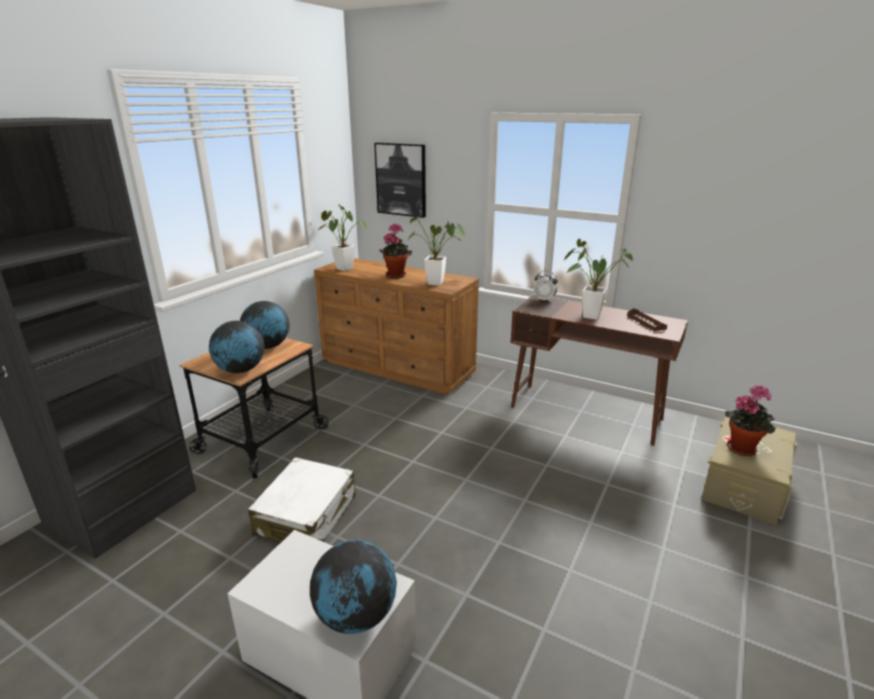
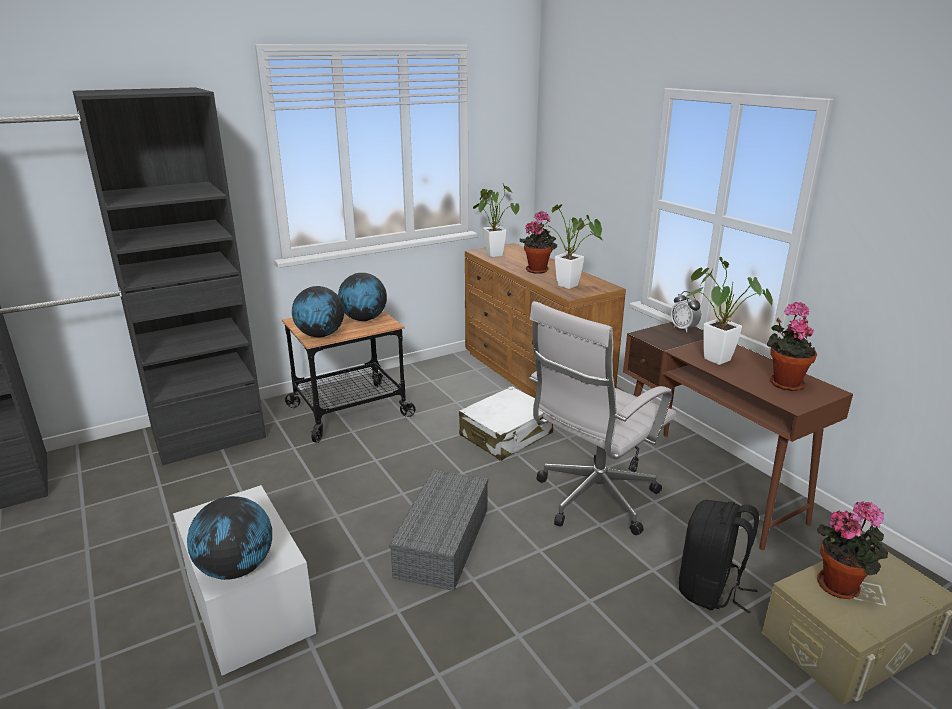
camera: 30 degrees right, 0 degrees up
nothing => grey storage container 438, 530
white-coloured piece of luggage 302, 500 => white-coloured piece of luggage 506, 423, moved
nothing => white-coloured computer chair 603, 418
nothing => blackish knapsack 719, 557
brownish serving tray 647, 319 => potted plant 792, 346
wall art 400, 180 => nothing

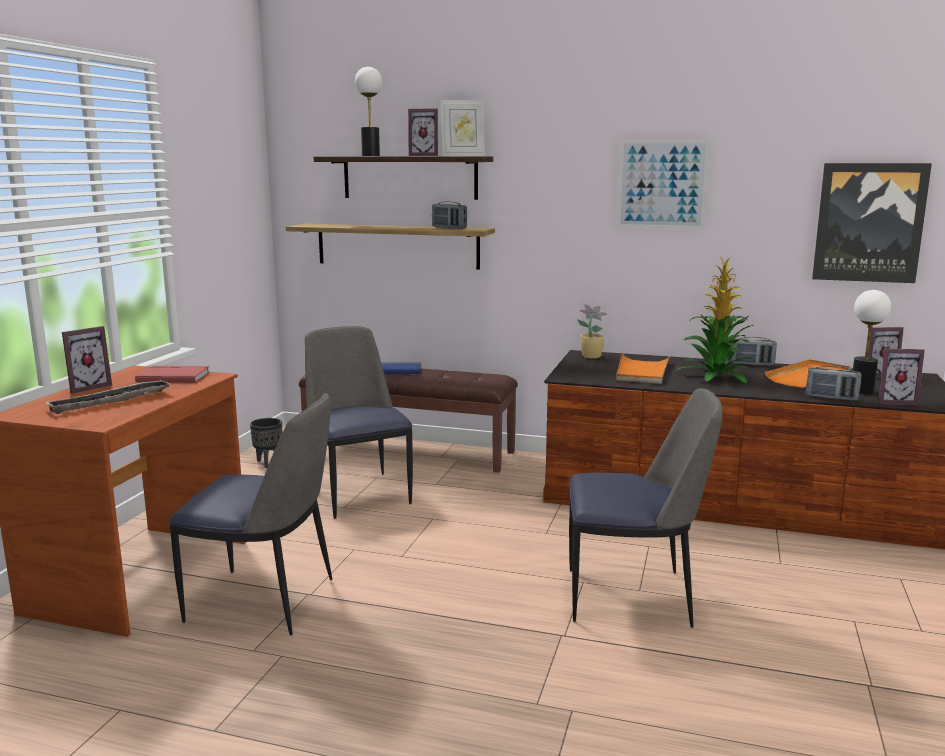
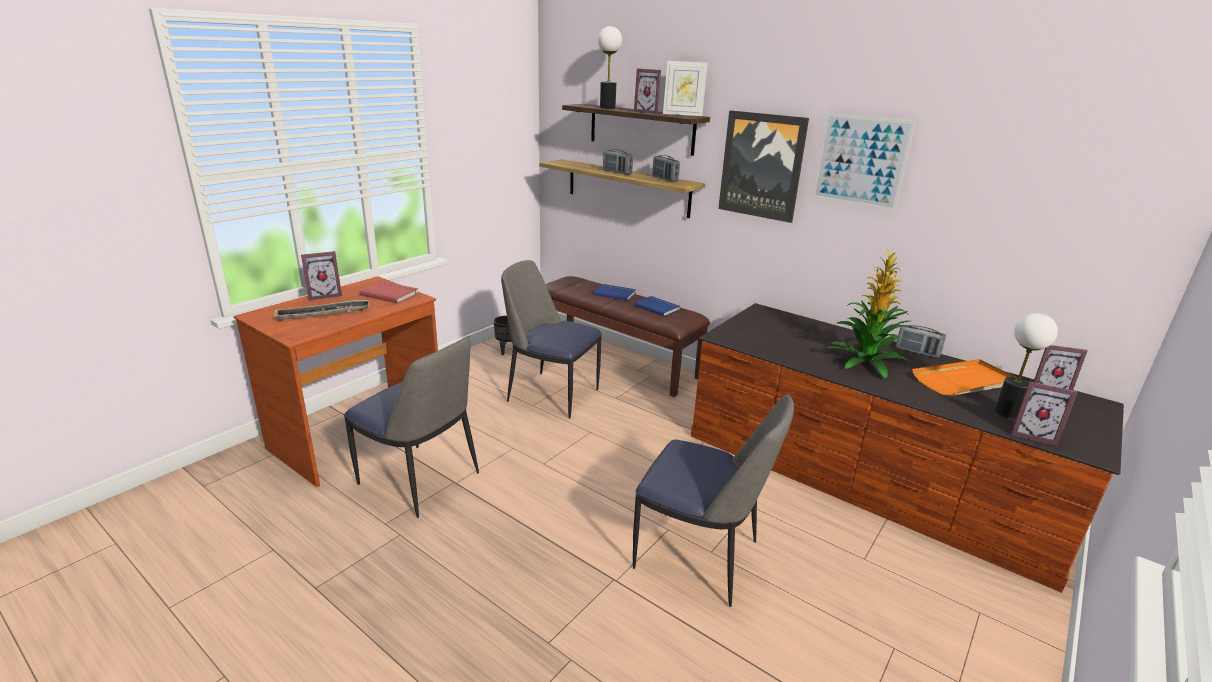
camera: 20 degrees right, 10 degrees up
plain chair 359, 422 => plain chair 551, 339, 60 degrees counterclockwise
radio 834, 383 => radio 618, 162, moved
nothing => bluish book 657, 306
wall art 872, 223 => wall art 763, 166, moved
potted plant 592, 331 => nothing
orange-coloured serving tray 643, 368 => nothing

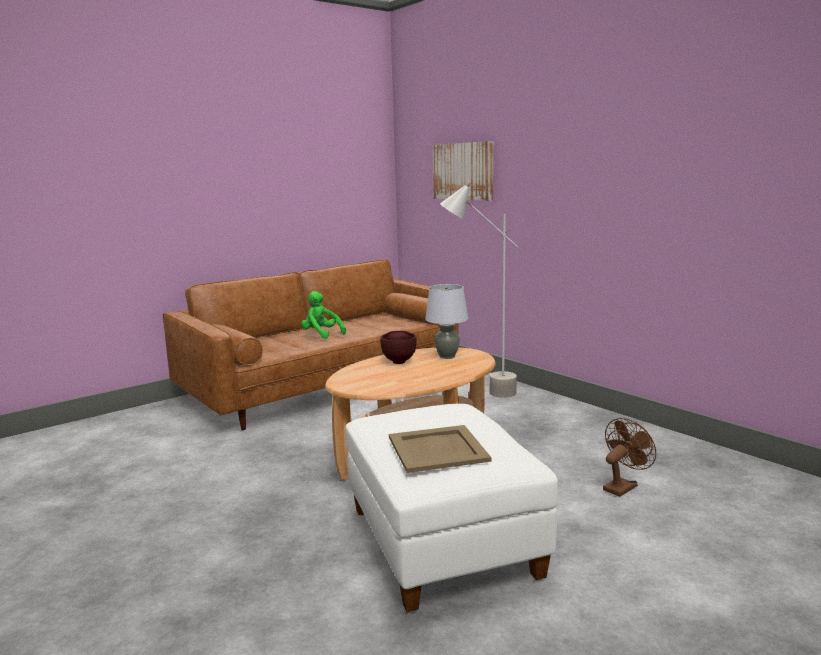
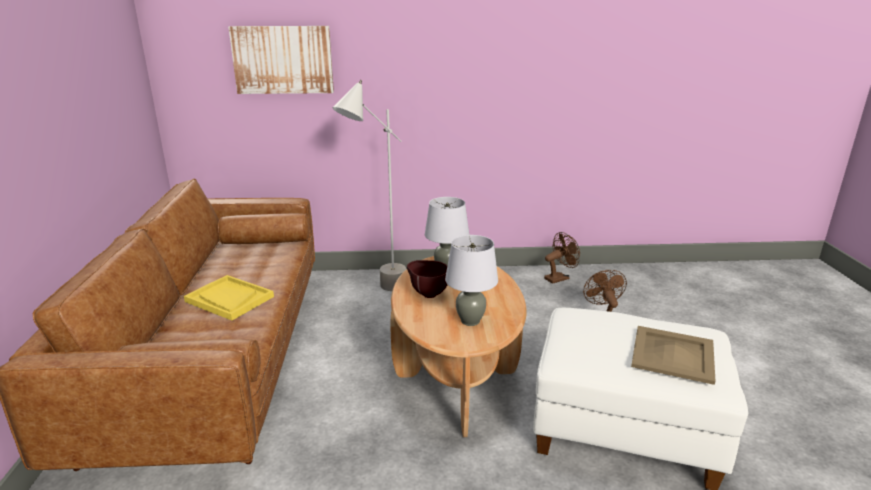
camera: 55 degrees left, 10 degrees up
green cuddly toy 323, 315 => yellow-coloured serving tray 229, 298
nothing => grey tabletop lamp 471, 280
nothing => brownish cooling fan 562, 258

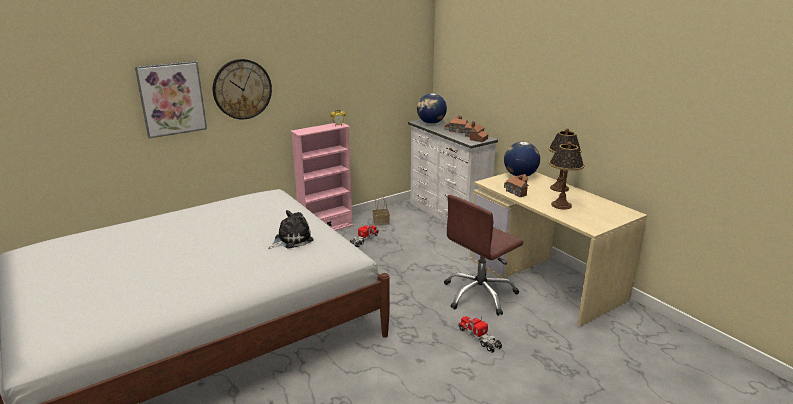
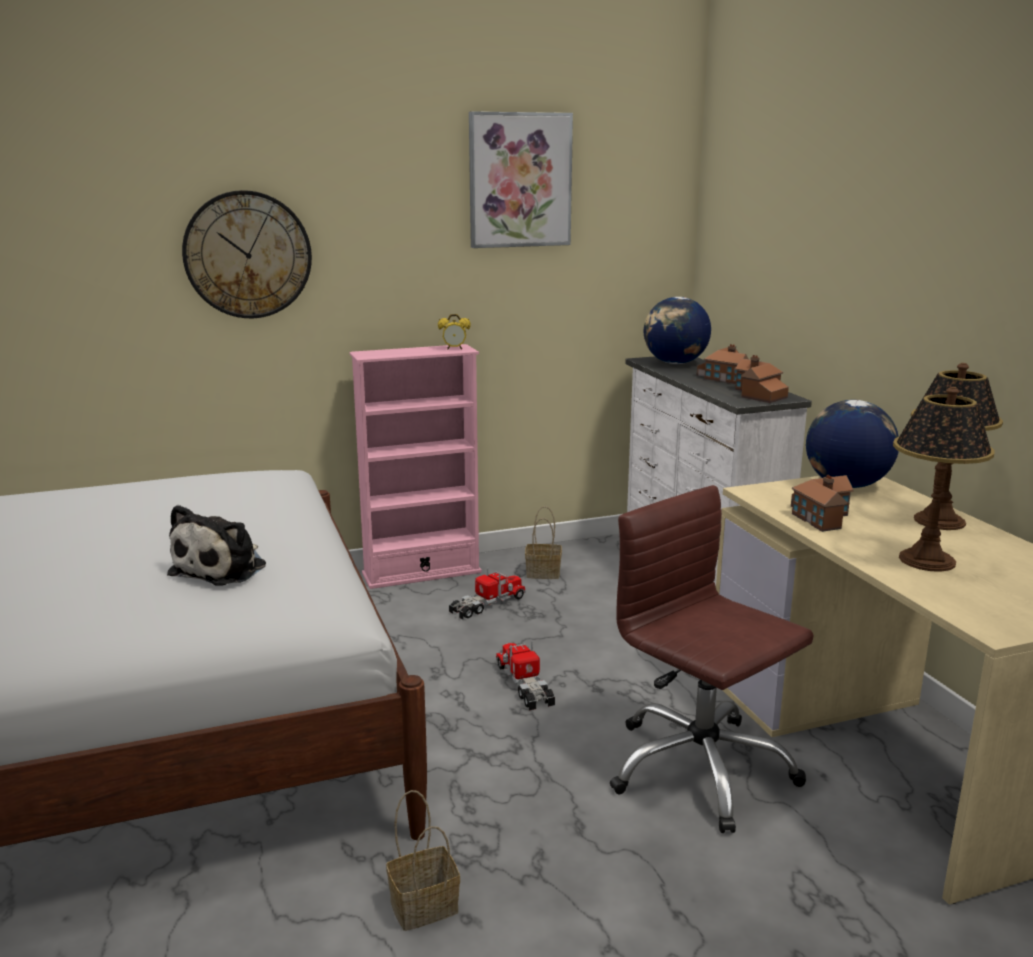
camera: 15 degrees right, 5 degrees down
cuddly toy 291, 229 => cuddly toy 216, 545, 135 degrees clockwise
nothing => storage basket 423, 860
wall art 171, 99 => wall art 521, 179, moved
toy truck 480, 334 => toy truck 525, 676, moved
brownish computer chair 483, 255 => brownish computer chair 712, 659, 75 degrees clockwise

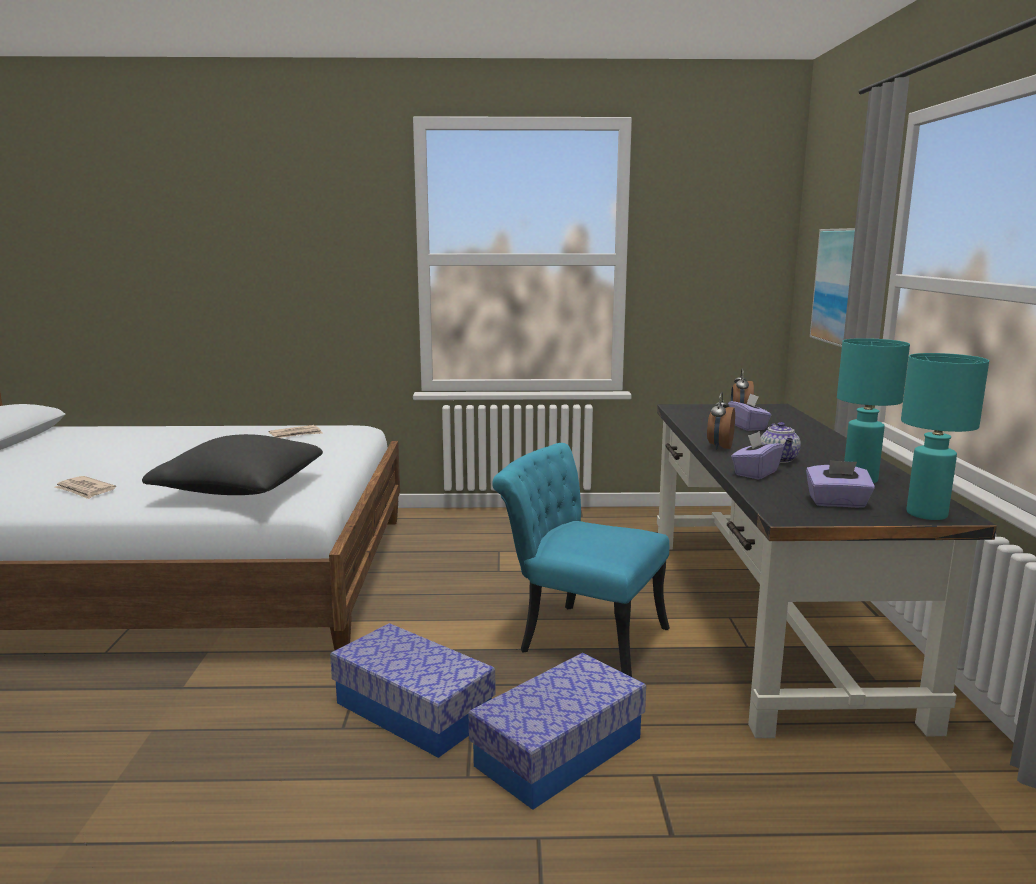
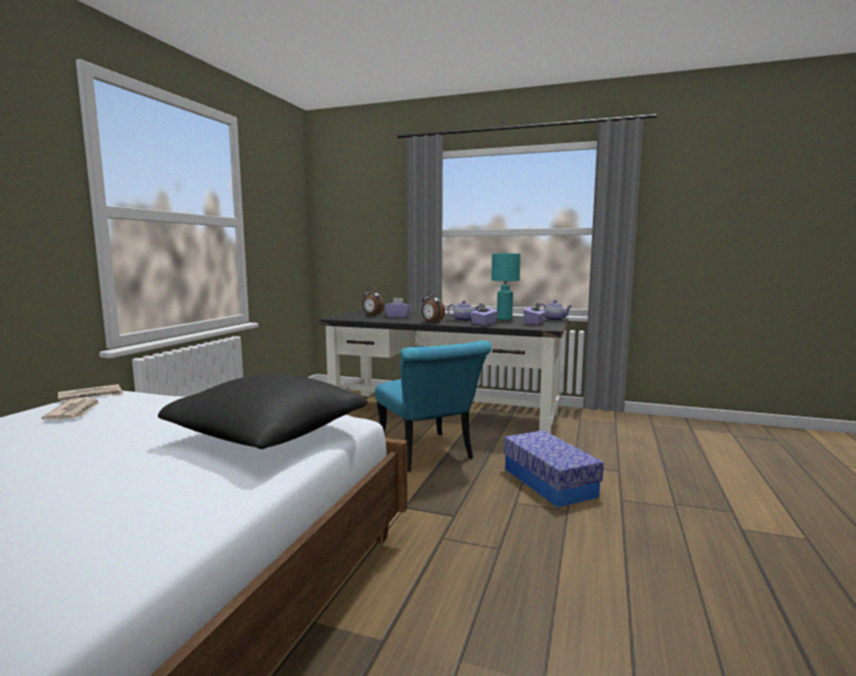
camera: 70 degrees left, 5 degrees down
daily paper 85, 487 => daily paper 91, 392, moved
turquoise-coloured plain chair 581, 560 => turquoise-coloured plain chair 433, 406, 75 degrees counterclockwise
turquoise-coloured tabletop lamp 945, 436 => pot for tea 554, 310
storage container 412, 690 => nothing
wall art 832, 287 => nothing

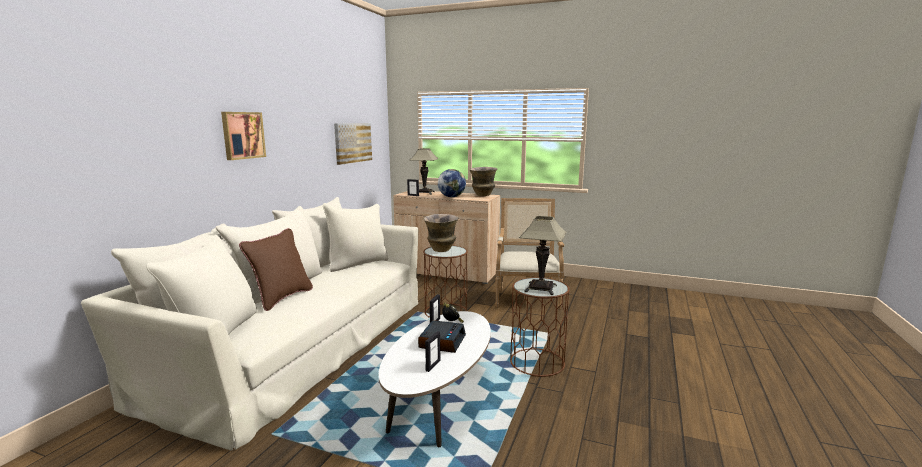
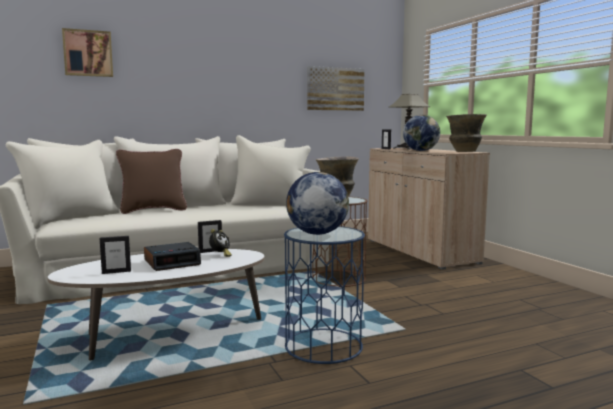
camera: 45 degrees right, 5 degrees down
wall art 243, 136 => wall art 87, 52, moved
brownish side table 540, 327 => bluish side table 324, 295
tabletop lamp 543, 255 => globe 317, 203
armchair 529, 254 => nothing

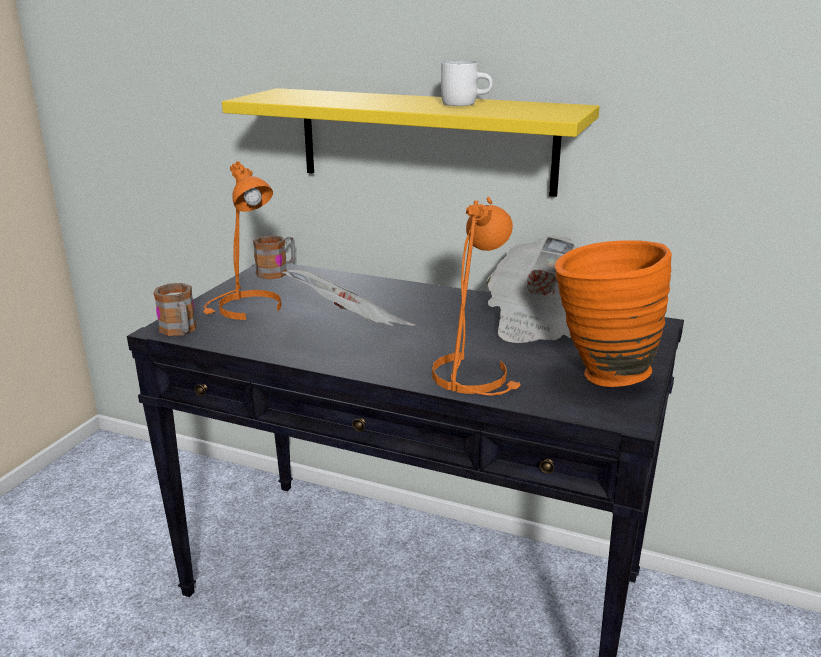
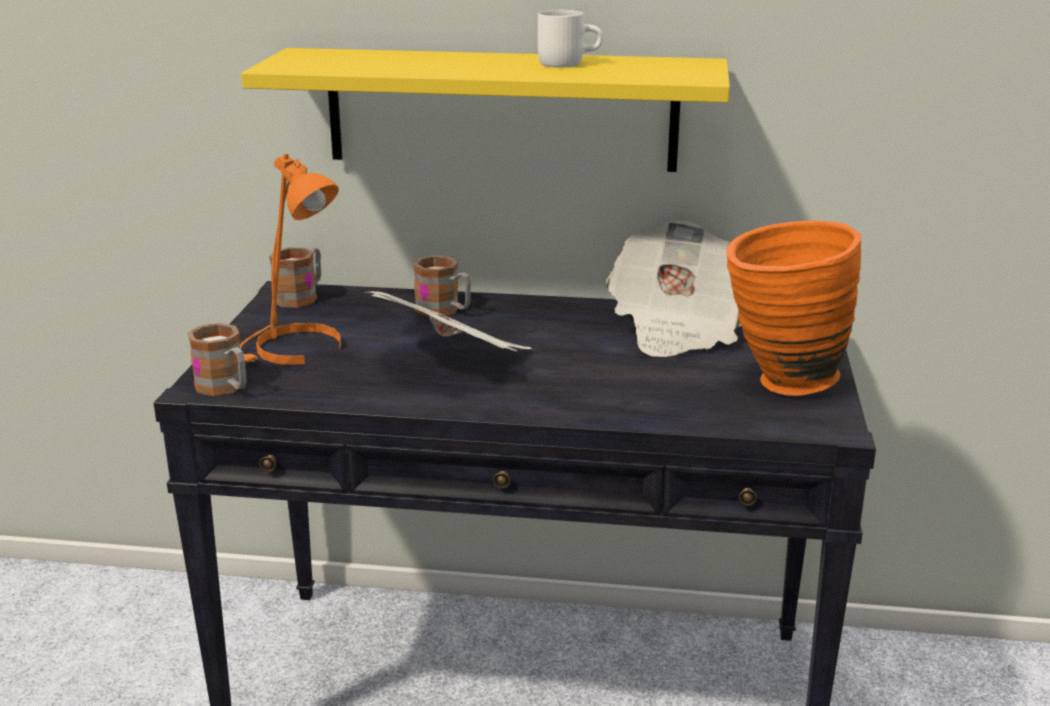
camera: 15 degrees left, 0 degrees up
nothing => coffee mug 442, 285
orange-coloured tabletop lamp 476, 296 => nothing

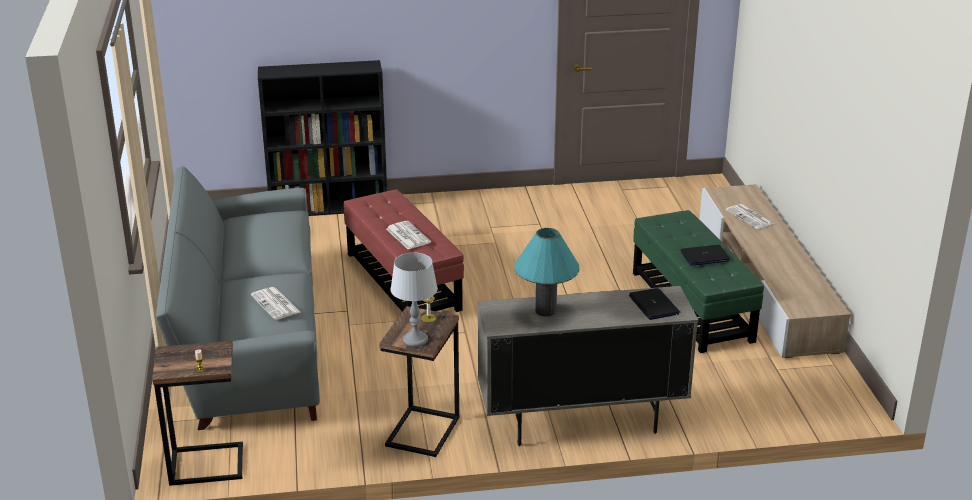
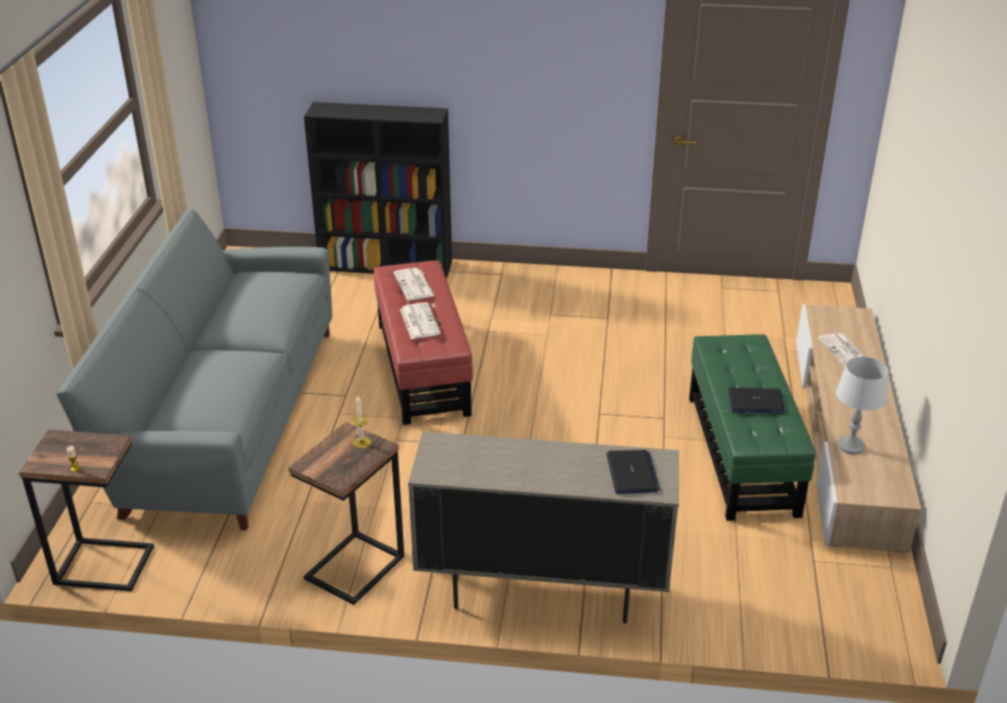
camera: 15 degrees right, 5 degrees up
daily paper 275, 303 => daily paper 413, 284, moved
grey tabletop lamp 414, 299 => grey tabletop lamp 862, 405, moved
turquoise-coloured tabletop lamp 547, 272 => nothing

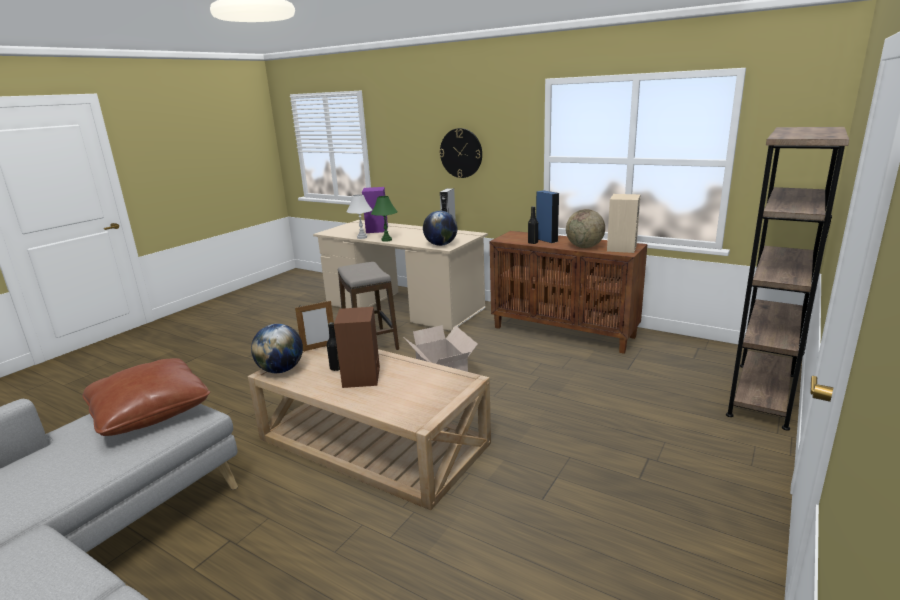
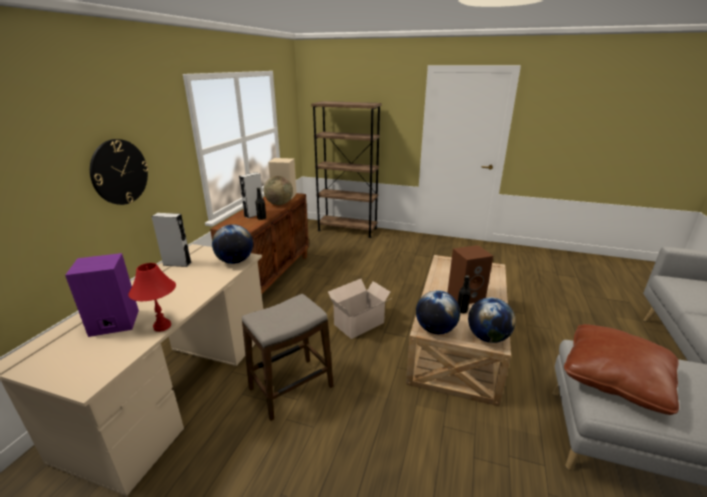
camera: 105 degrees left, 5 degrees up
white-coloured tabletop lamp 359, 216 => red tabletop lamp 152, 297
bluish speaker 547, 216 => grey speaker 251, 195
picture frame 314, 326 => globe 438, 312
green tabletop lamp 384, 219 => nothing

